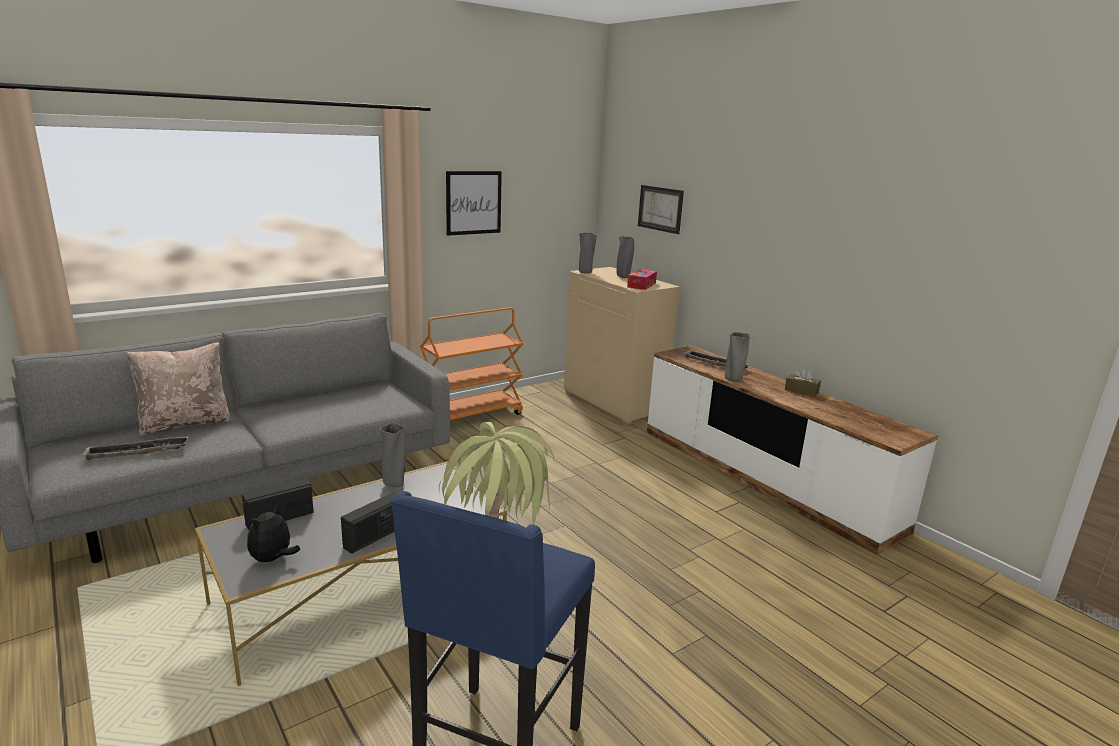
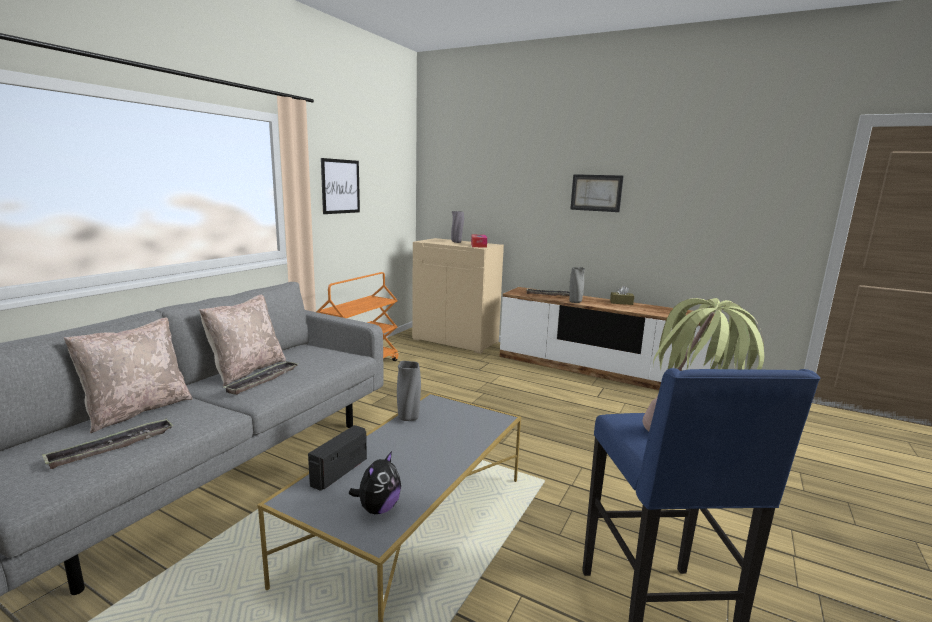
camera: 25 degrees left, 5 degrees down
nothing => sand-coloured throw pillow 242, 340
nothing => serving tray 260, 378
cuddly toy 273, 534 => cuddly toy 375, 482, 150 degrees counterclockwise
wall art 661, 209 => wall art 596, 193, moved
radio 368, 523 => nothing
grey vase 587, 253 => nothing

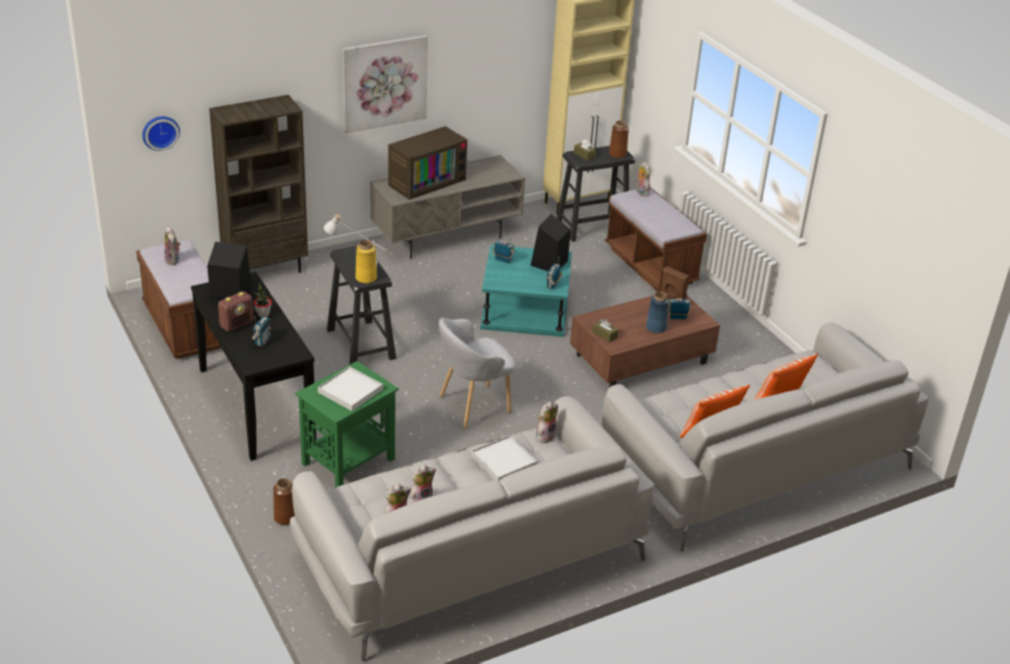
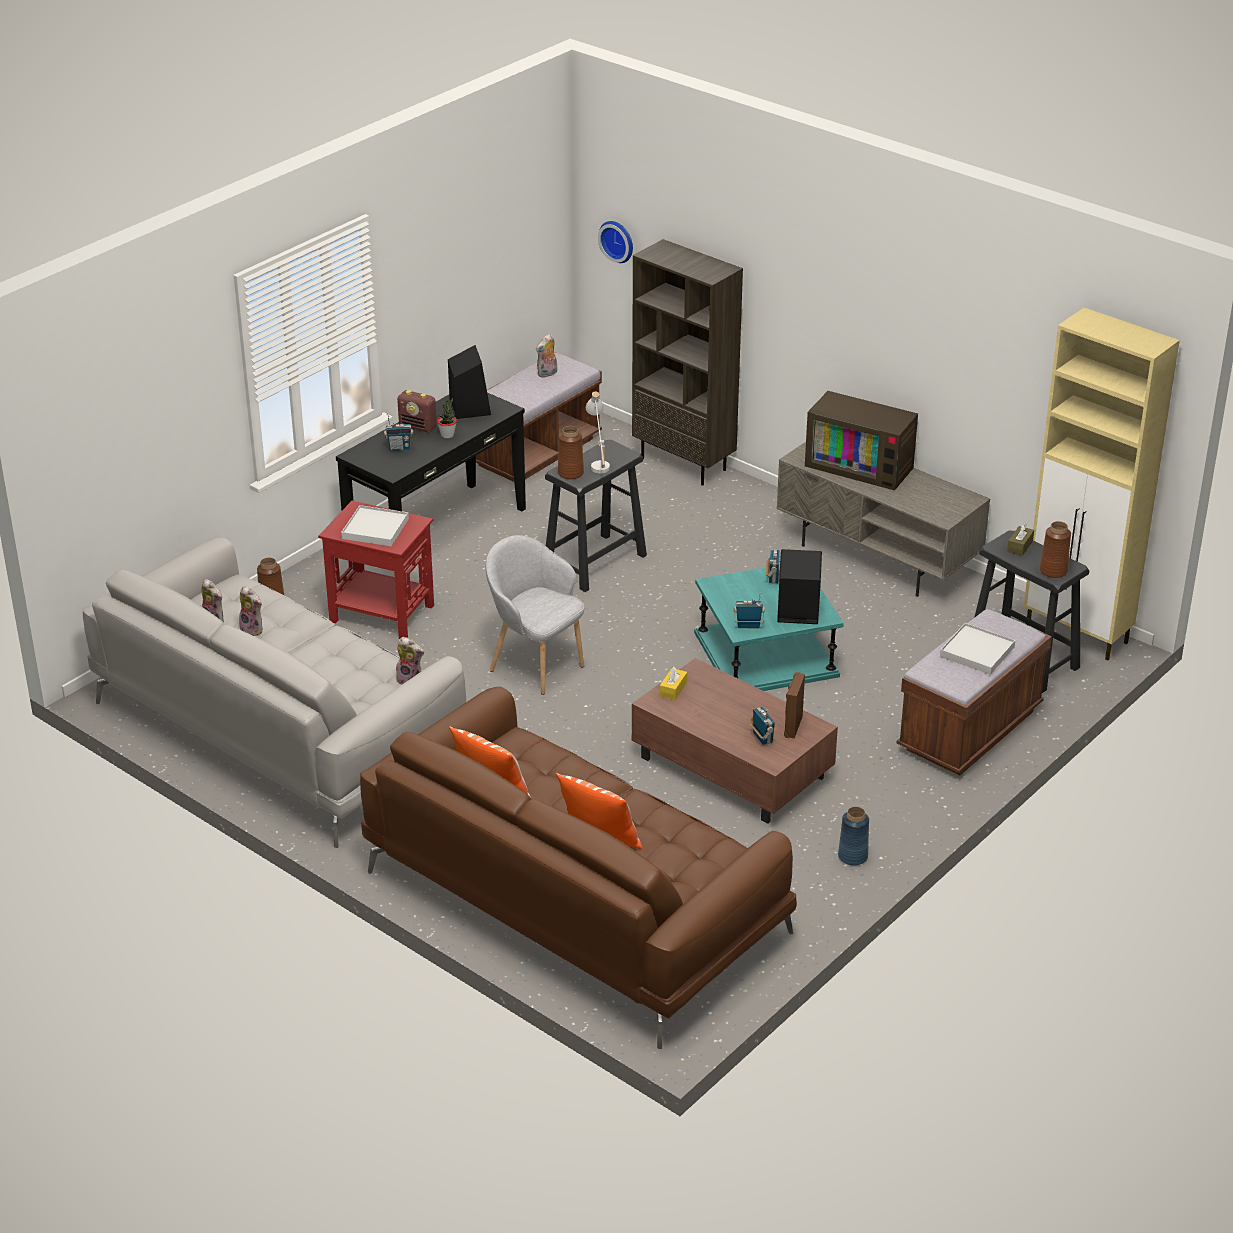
camera: 70 degrees right, 0 degrees up
green side table 347, 424 => red side table 376, 570
grey sofa 765, 436 => brownish sofa 578, 868
yellow-coloured vase 366, 262 => brownish vase 571, 452
brownish tissue holder 605, 330 => yellow-coloured tissue holder 673, 683
bluish vase 657, 312 => bluish vase 853, 836, moved
white-coloured serving tray 504, 458 => white-coloured serving tray 977, 649, moved
wall art 385, 84 => nothing
cuddly toy 643, 179 => nothing

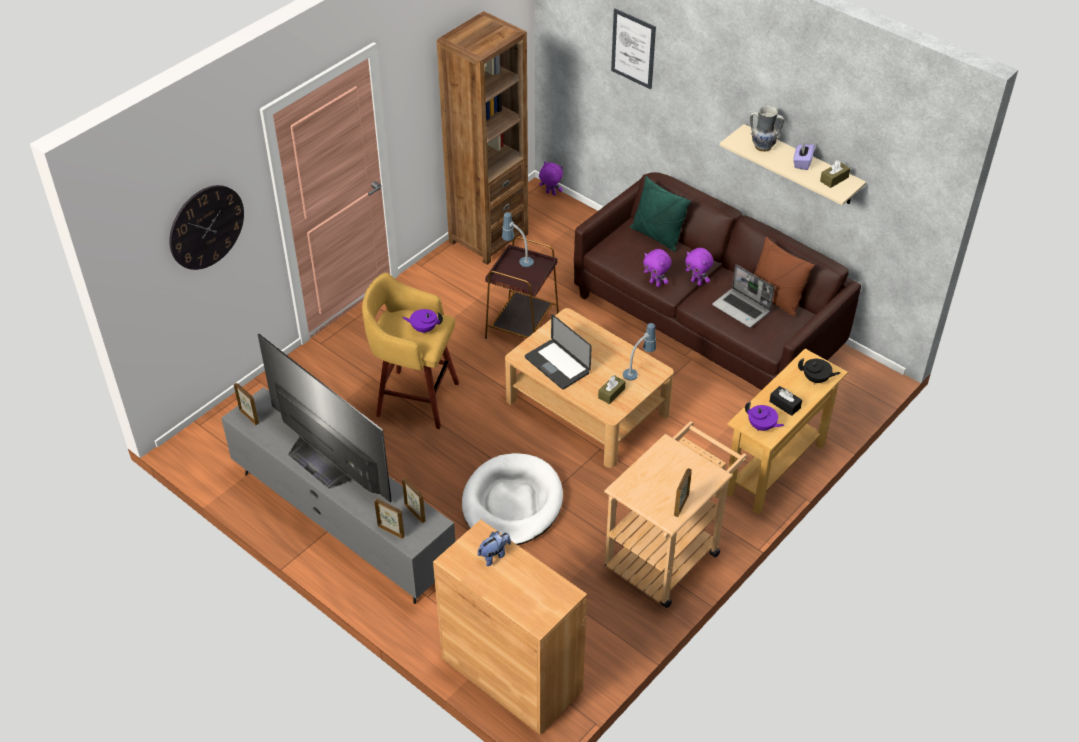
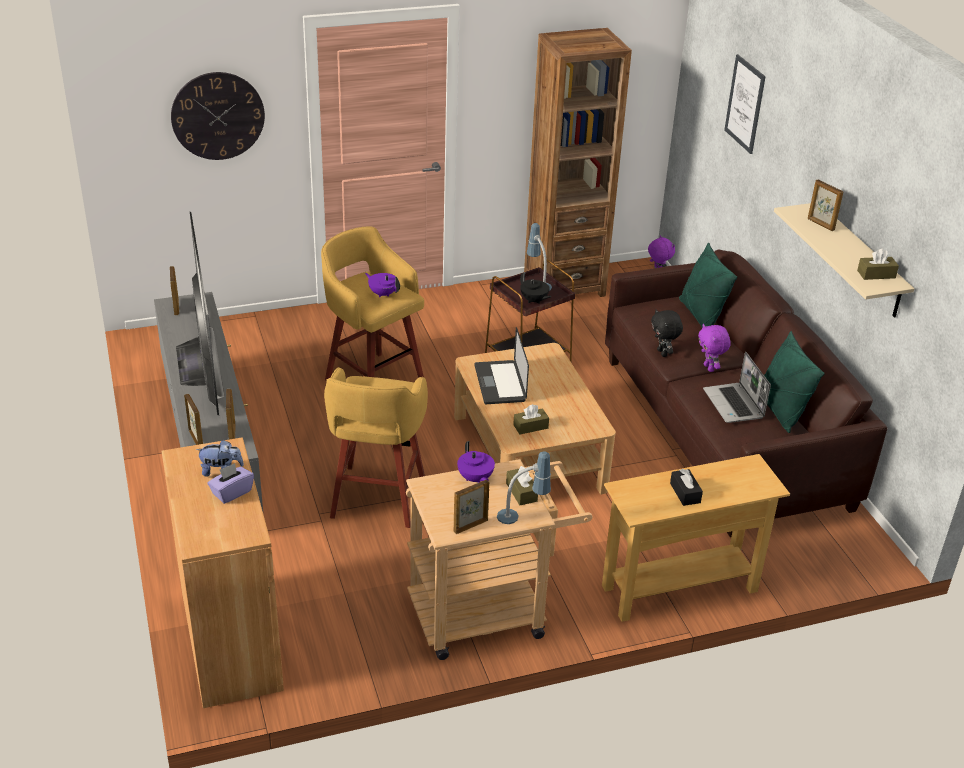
camera: 30 degrees right, 10 degrees down
purple-coloured tissue holder 804, 156 => purple-coloured tissue holder 231, 483, moved
white-coloured dog cushion 512, 499 => yellow-coloured sitting stool 376, 447
purple-coloured pot for tea 764, 416 => purple-coloured pot for tea 476, 462, moved
tabletop lamp 639, 351 => tabletop lamp 524, 487, moved
nothing => brownish tissue holder 522, 485
blackish pot for tea 819, 371 => blackish pot for tea 536, 288, moved
purple-coloured cuddly toy 657, 268 => blackish cuddly toy 667, 333
brownish throw pillow 784, 277 => green throw pillow 794, 382
vase 767, 128 => picture frame 825, 205

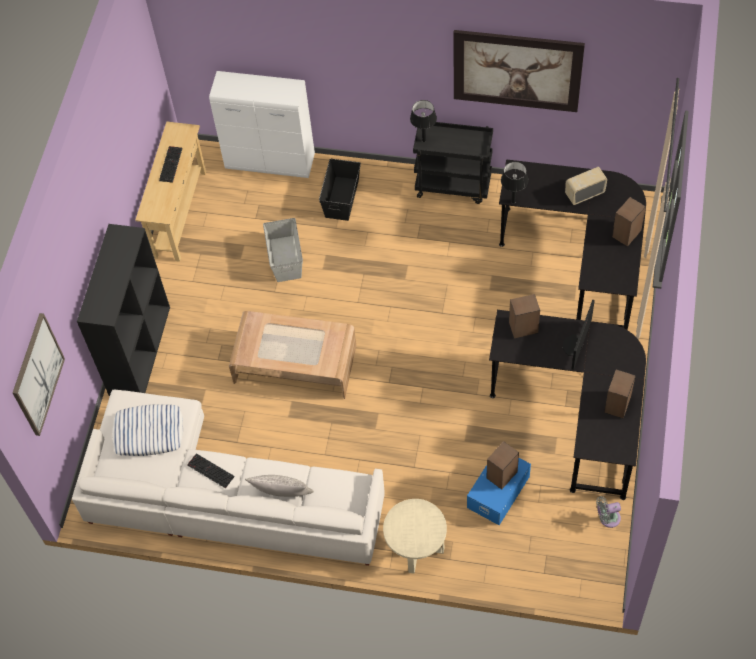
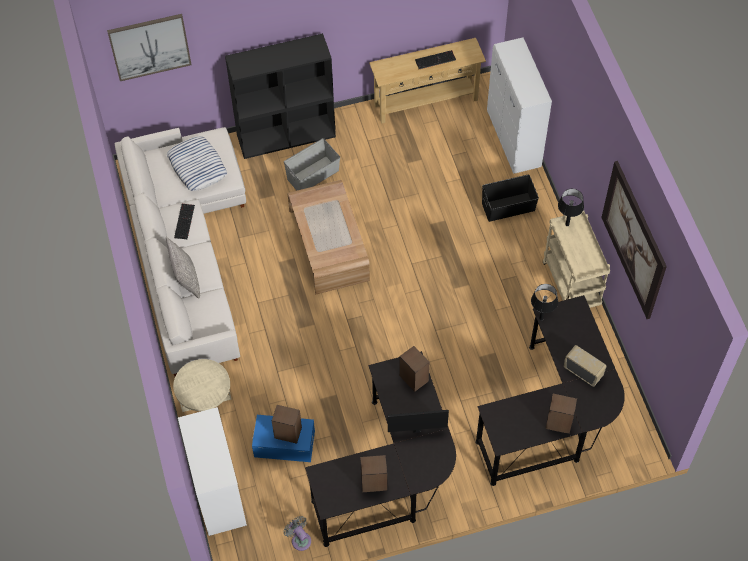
camera: 60 degrees right, 0 degrees up
nothing => white-coloured drawer chest 212, 471
grey storage container 283, 250 => grey storage container 312, 164, moved
blackish wheeled cart 453, 163 => sand-coloured wheeled cart 576, 259

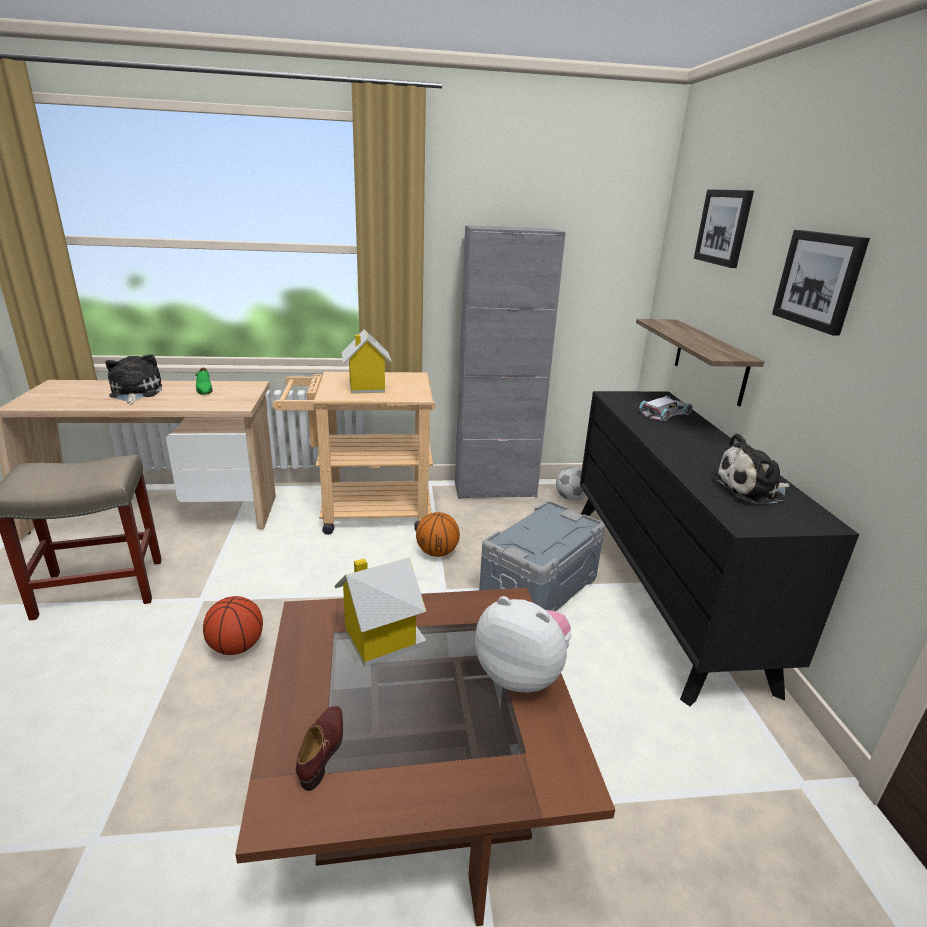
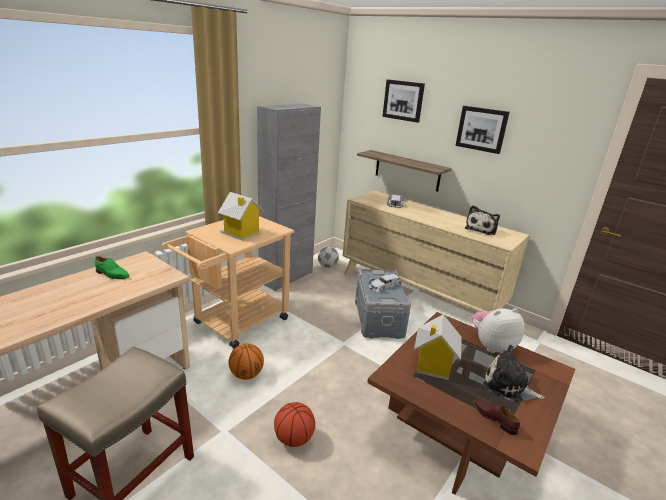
camera: 45 degrees left, 0 degrees up
basketball 438, 534 => basketball 246, 361, moved
blackish drawer chest 719, 548 => sand-coloured drawer chest 436, 252
nothing => white-coloured toy car 385, 282
cuddly toy 133, 379 => cuddly toy 514, 373, moved

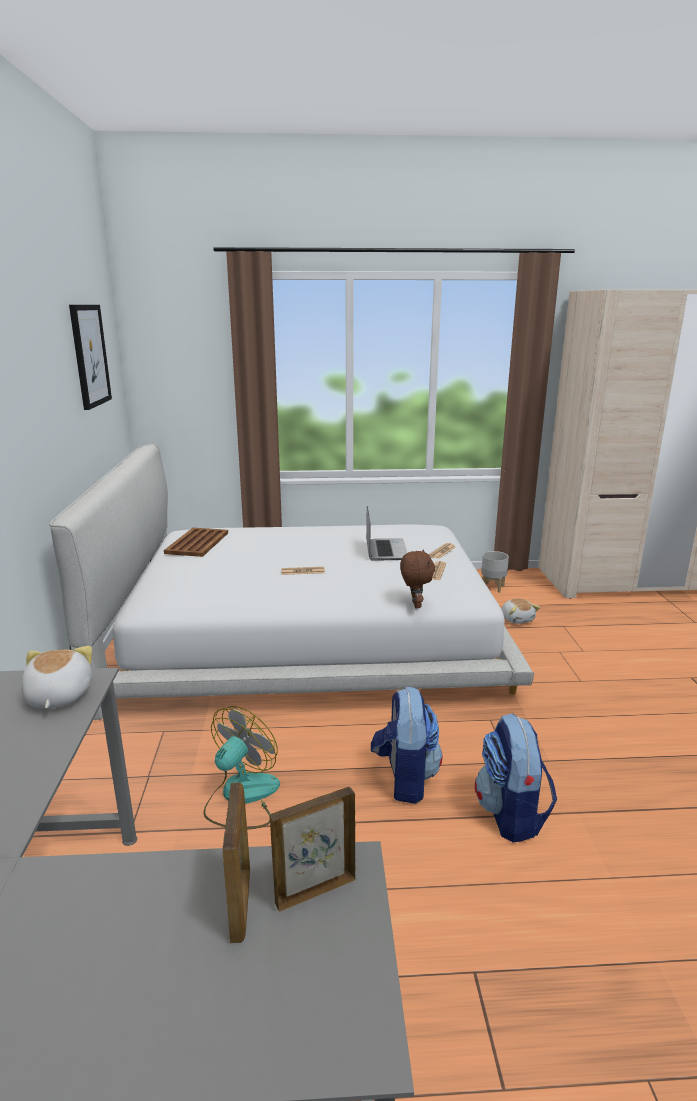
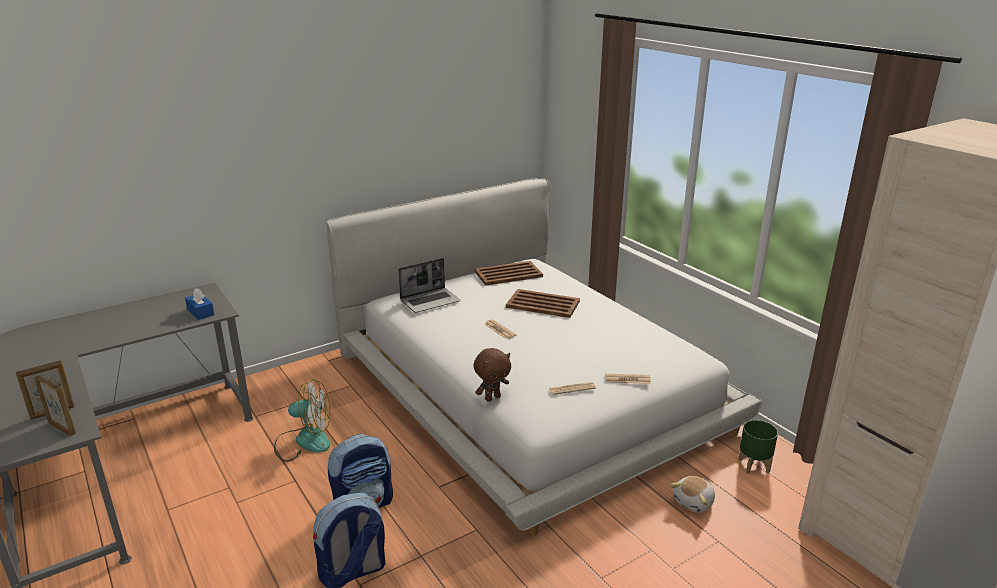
camera: 60 degrees right, 5 degrees up
cuddly toy 56, 677 => bluish tissue holder 199, 304
notebook computer 386, 533 => notebook computer 429, 285, moved
nothing => brownish serving tray 543, 303
grey plant pot 495, 572 => green plant pot 758, 447
wall art 90, 357 => nothing

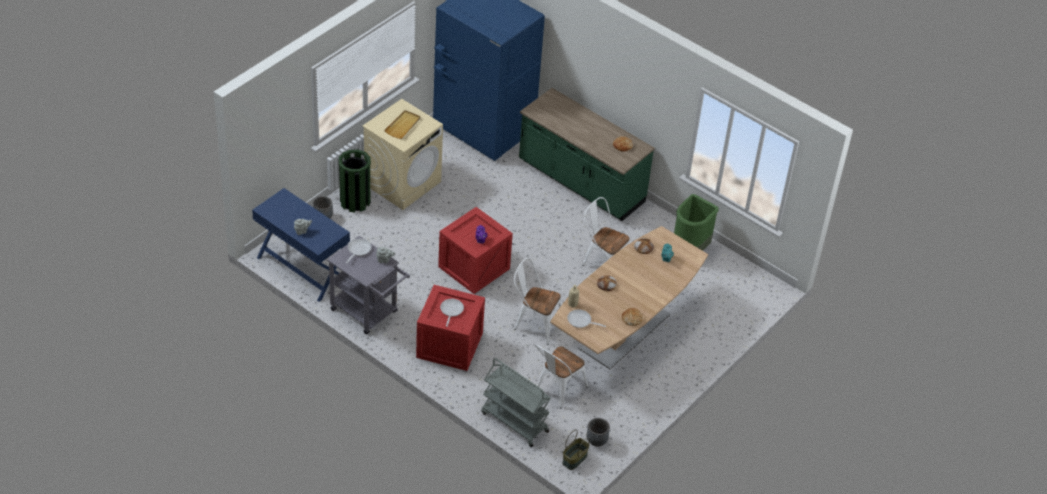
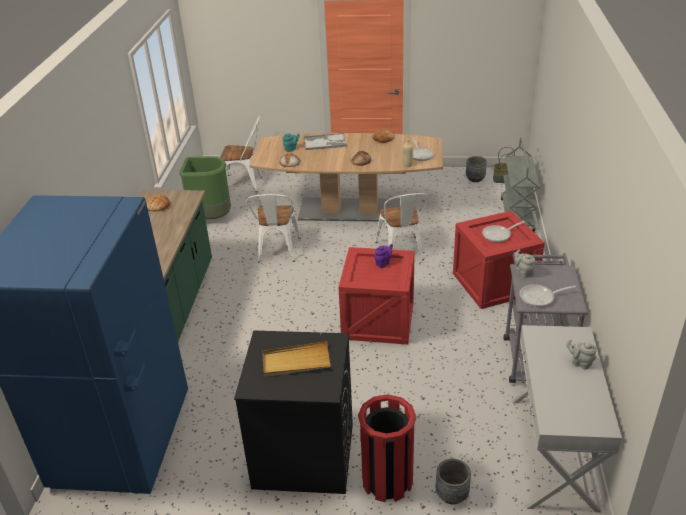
camera: 120 degrees left, 10 degrees down
white-coloured plain chair 561, 377 => white-coloured plain chair 241, 154, moved
sand-coloured laundry appliance 403, 154 => blackish laundry appliance 293, 412
nothing => serving tray 325, 141
green trash can 355, 181 => red trash can 387, 448
bluish hall table 301, 245 => white-coloured hall table 567, 419

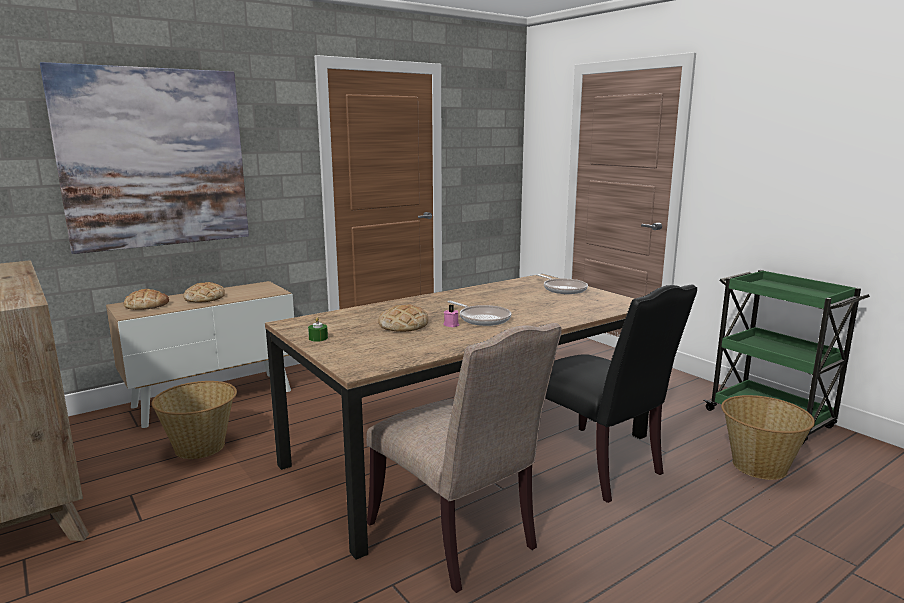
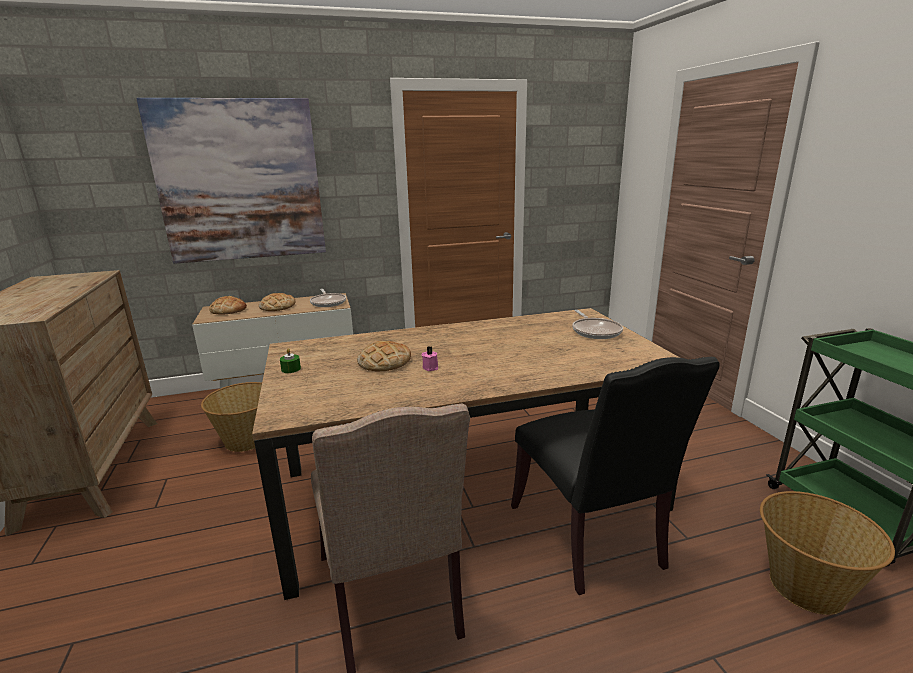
camera: 20 degrees right, 5 degrees up
skillet 479, 313 => skillet 328, 298, moved

